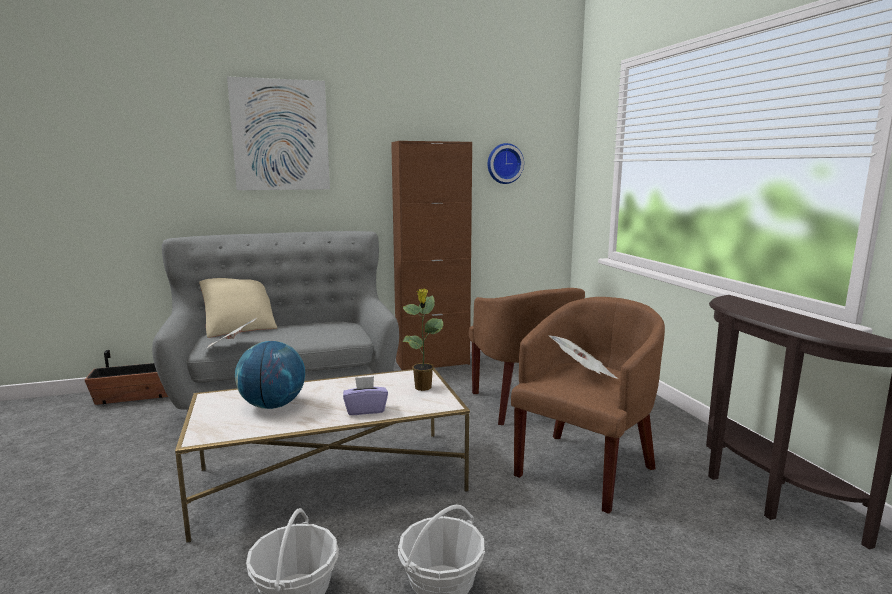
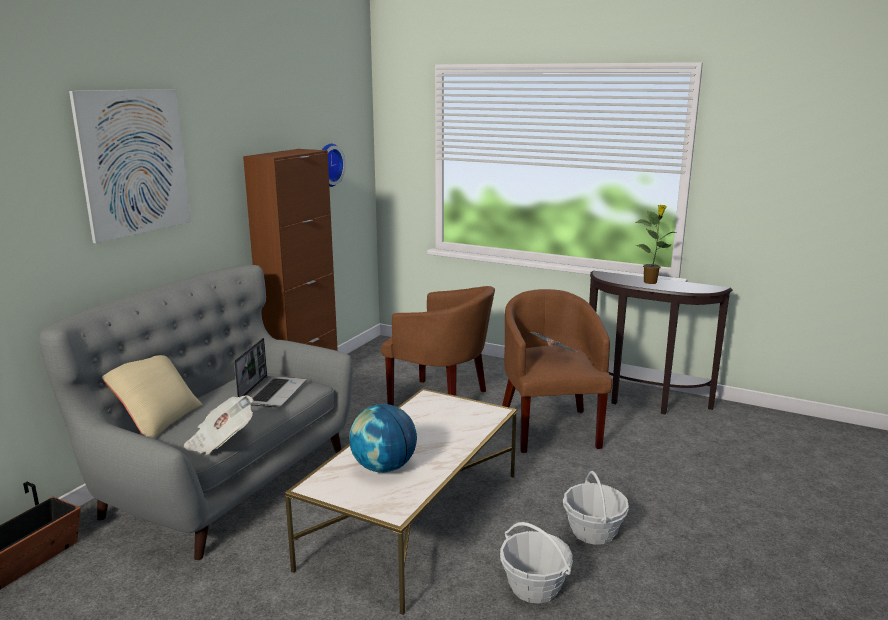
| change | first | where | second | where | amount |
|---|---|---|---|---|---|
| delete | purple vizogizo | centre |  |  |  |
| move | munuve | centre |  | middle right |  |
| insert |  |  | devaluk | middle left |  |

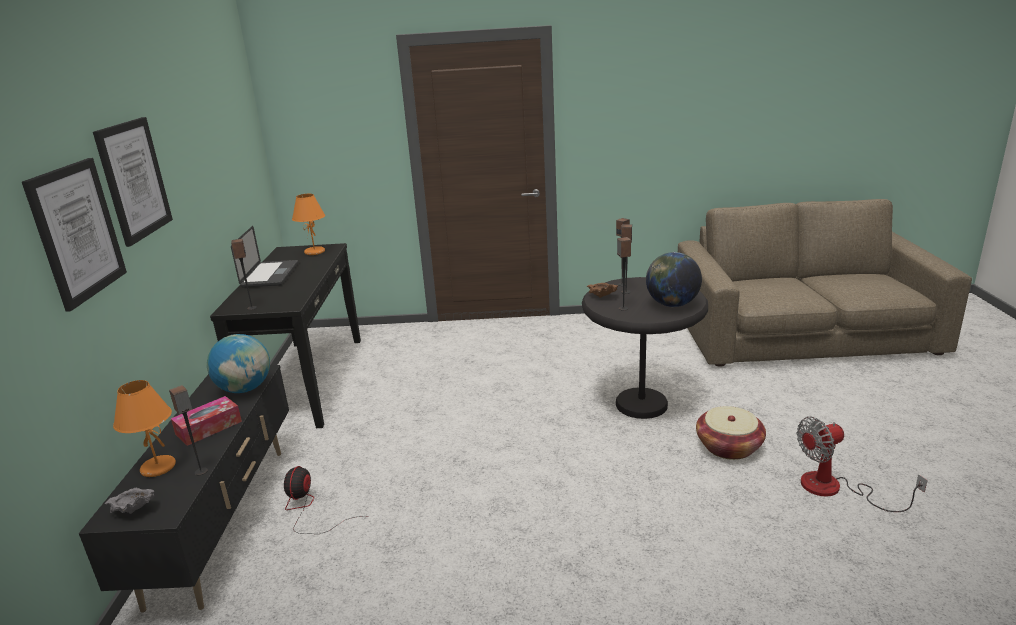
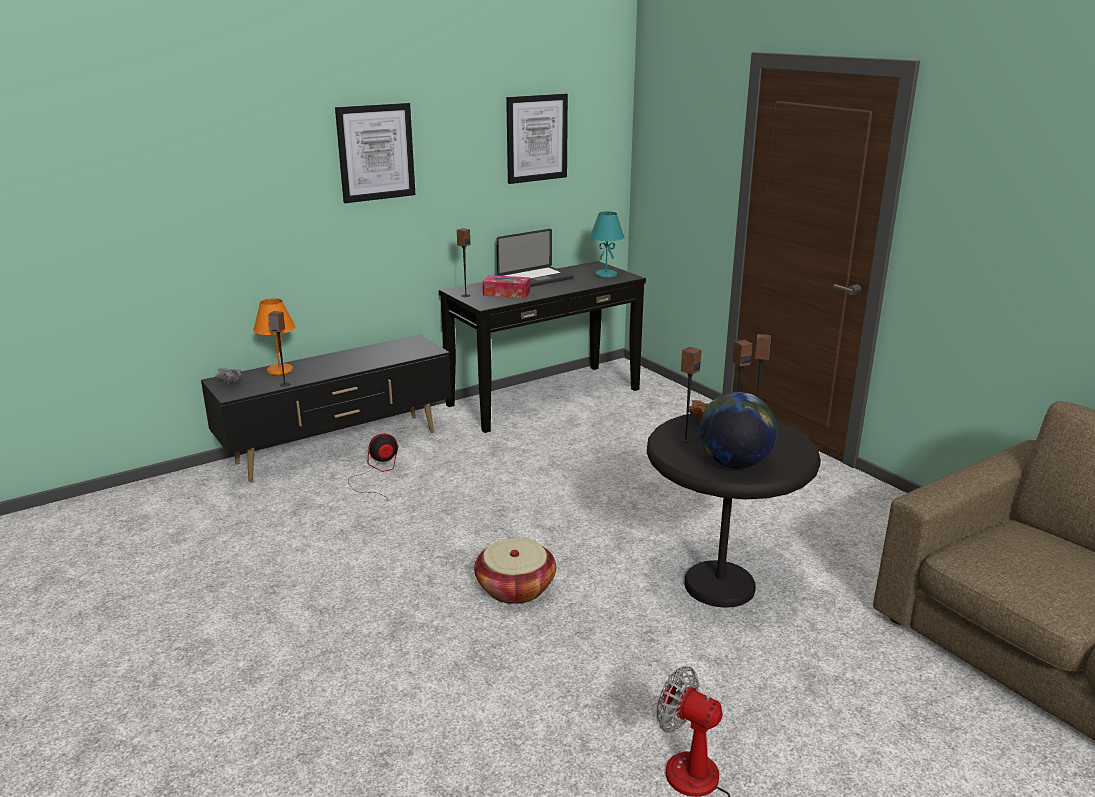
| change | first | where | second | where | amount |
|---|---|---|---|---|---|
| move | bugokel (1st from left in the first image) | middle left | bugokel (2nd from left) | top centre |  |
| move | vizogizo | bottom left |  | centre |  |
| delete | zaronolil (1st from left) | middle left |  |  |  |
| recolor | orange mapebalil (2nd from left) | middle left | turquoise mapebalil | top centre |  |
| move | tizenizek | bottom right |  | bottom centre |  |

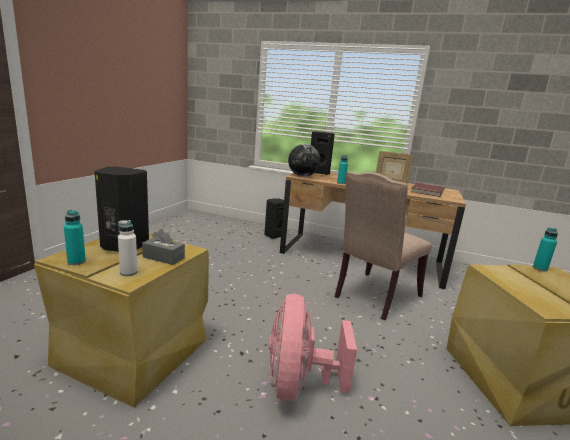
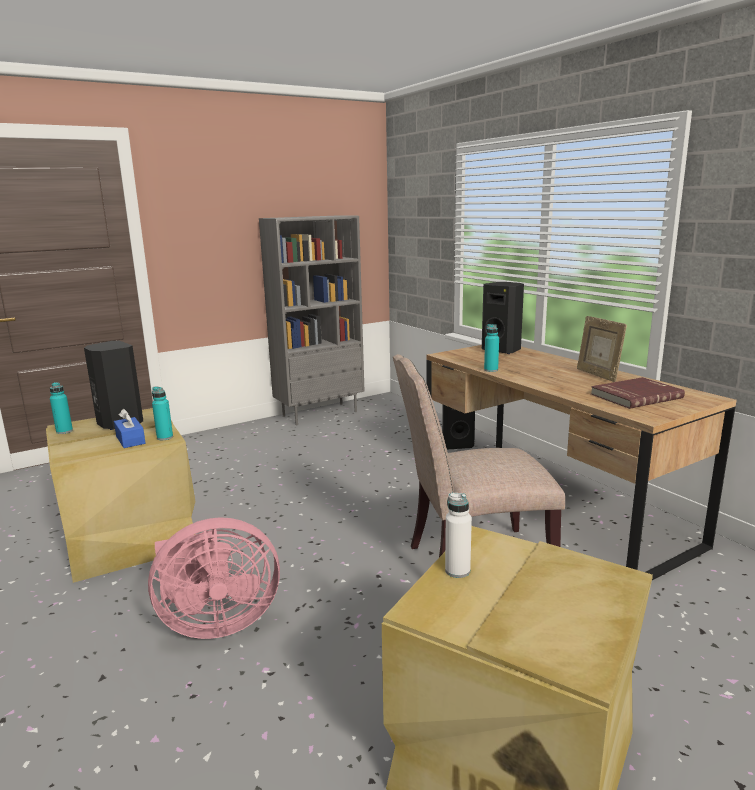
| change | first | where | second | where | amount |
|---|---|---|---|---|---|
| move | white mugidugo | middle left |  | bottom centre |  |
| recolor | grey vizogizo | middle left | blue vizogizo | middle left |  |
| rotate | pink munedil | bottom centre |  | bottom left | 150 degrees counterclockwise |
| delete | zaronolil | centre |  |  |  |
| move | turquoise mugidugo (3rd from left in the first image) | middle right | turquoise mugidugo (2nd from left) | middle left |  |
| insert |  |  | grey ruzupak | centre |  |

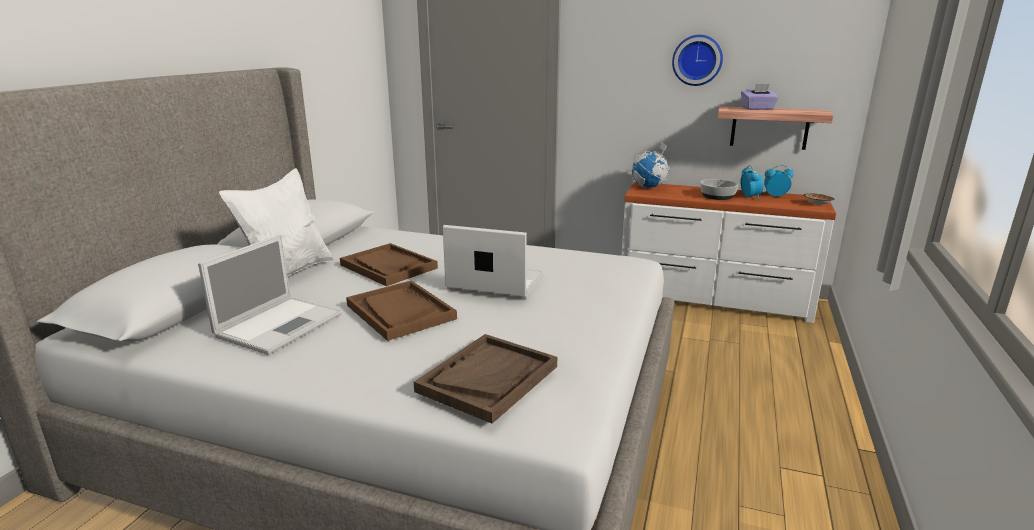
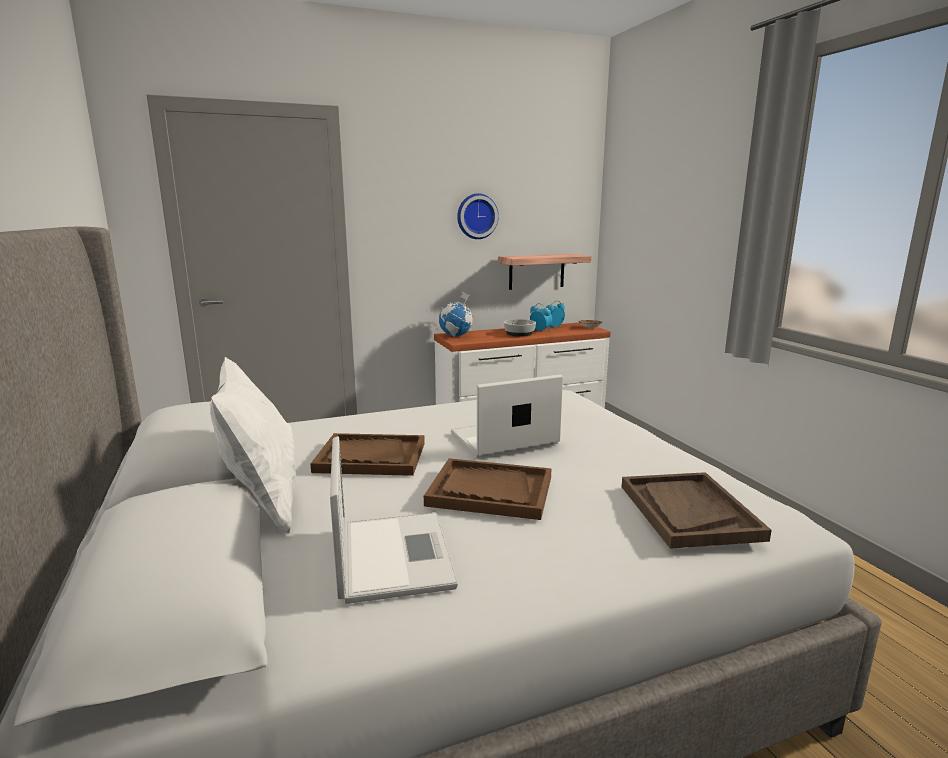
| change | first | where | second | where | amount |
|---|---|---|---|---|---|
| delete | purple vizogizo | top right |  |  |  |

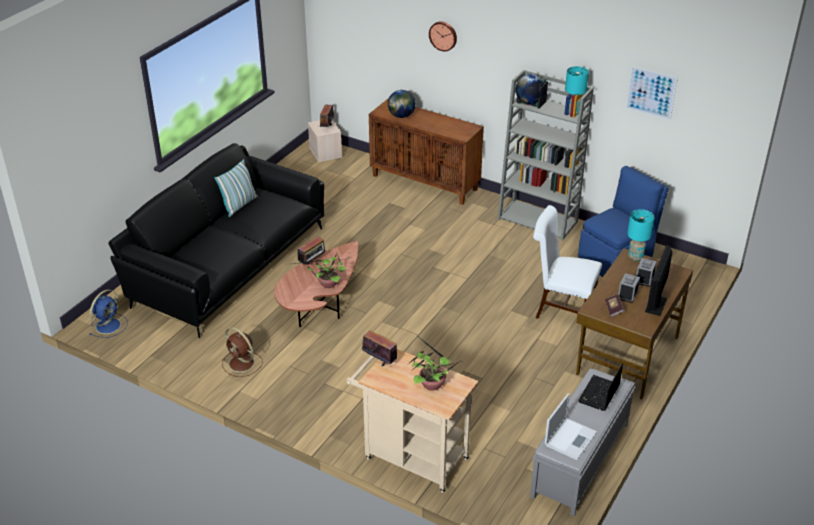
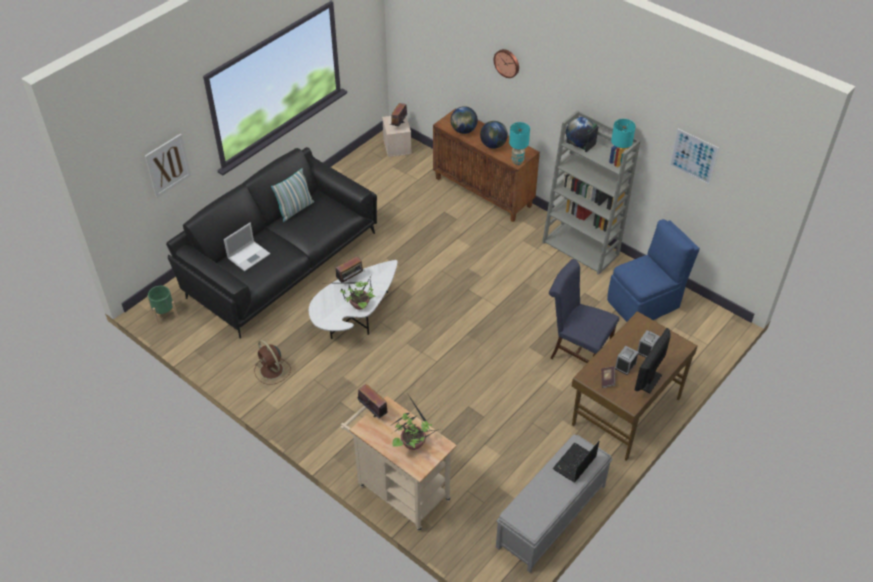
| change | first | where | second | where | amount |
|---|---|---|---|---|---|
| replace | blue munedil | middle left | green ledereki | middle left |  |
| recolor | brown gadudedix | centre | white gadudedix | centre |  |
| recolor | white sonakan | middle right | blue sonakan (1st from left) | middle right |  |
| move | devaluk (1st from left) | bottom right |  | middle left |  |
| move | turquoise mapebalil (2nd from left in the first image) | middle right | turquoise mapebalil (1st from left) | top centre |  |
| insert |  |  | bugokel (1st from left) | top left |  |
| insert |  |  | zaronolil (2nd from left) | top centre |  |

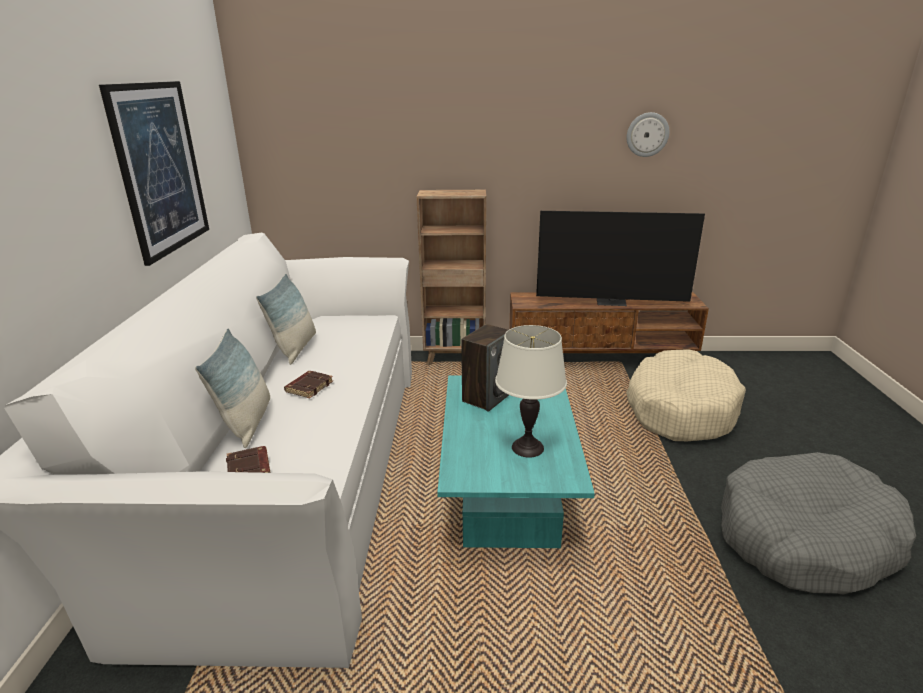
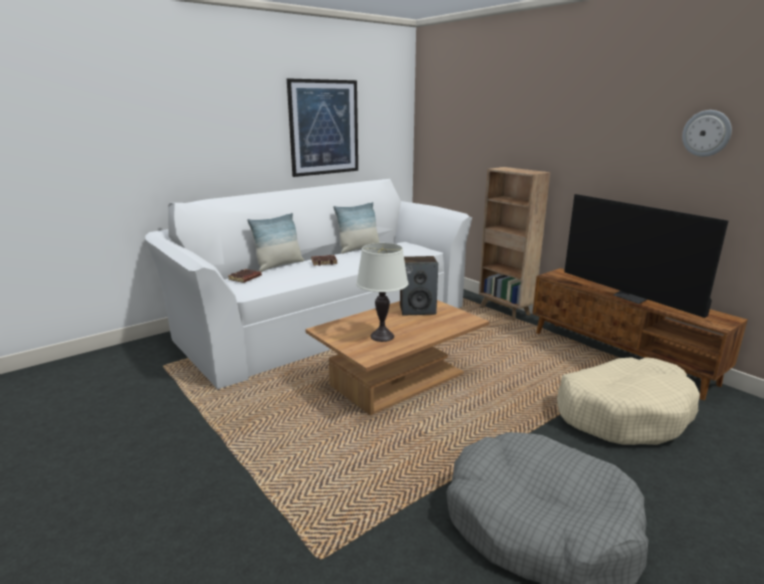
| change | first | where | second | where | amount |
|---|---|---|---|---|---|
| recolor | turquoise gadudedix | centre | brown gadudedix | centre |  |

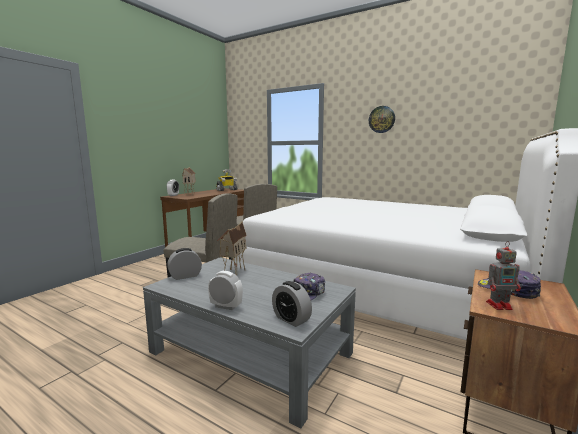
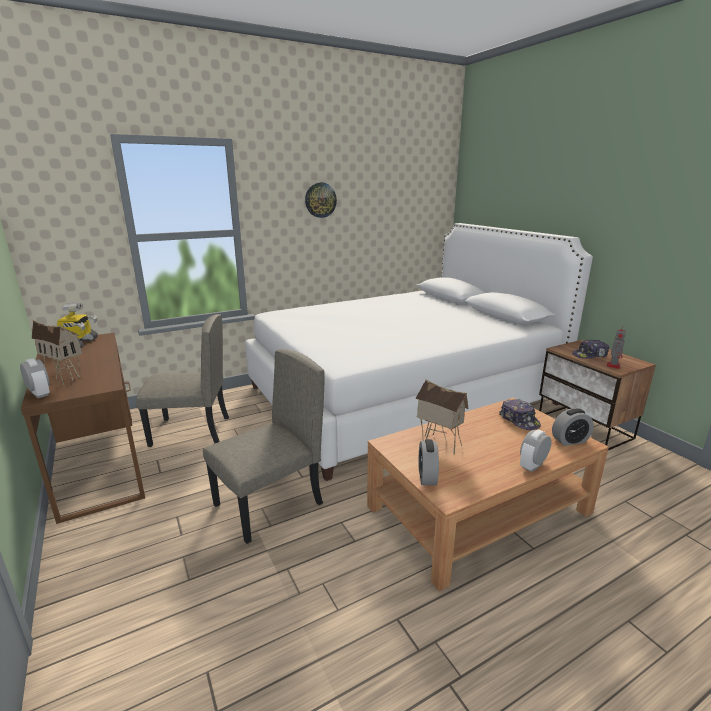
| change | first | where | second | where | amount |
|---|---|---|---|---|---|
| recolor | grey gadudedix | bottom centre | brown gadudedix | bottom right |  |

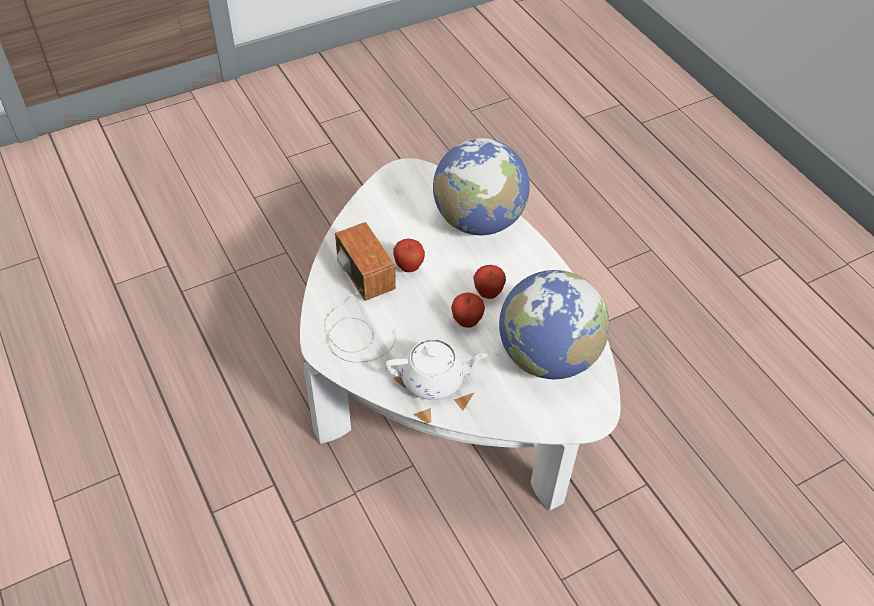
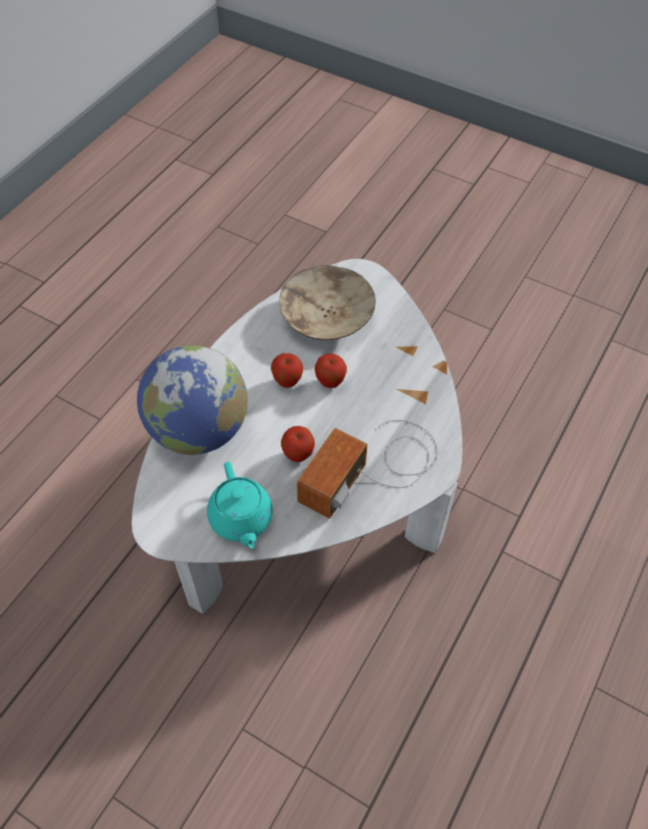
| change | first | where | second | where | amount |
|---|---|---|---|---|---|
| delete | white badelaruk | centre |  |  |  |
| replace | zaronolil (2nd from left) | centre | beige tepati | centre |  |
| insert |  |  | turquoise badelaruk | centre |  |

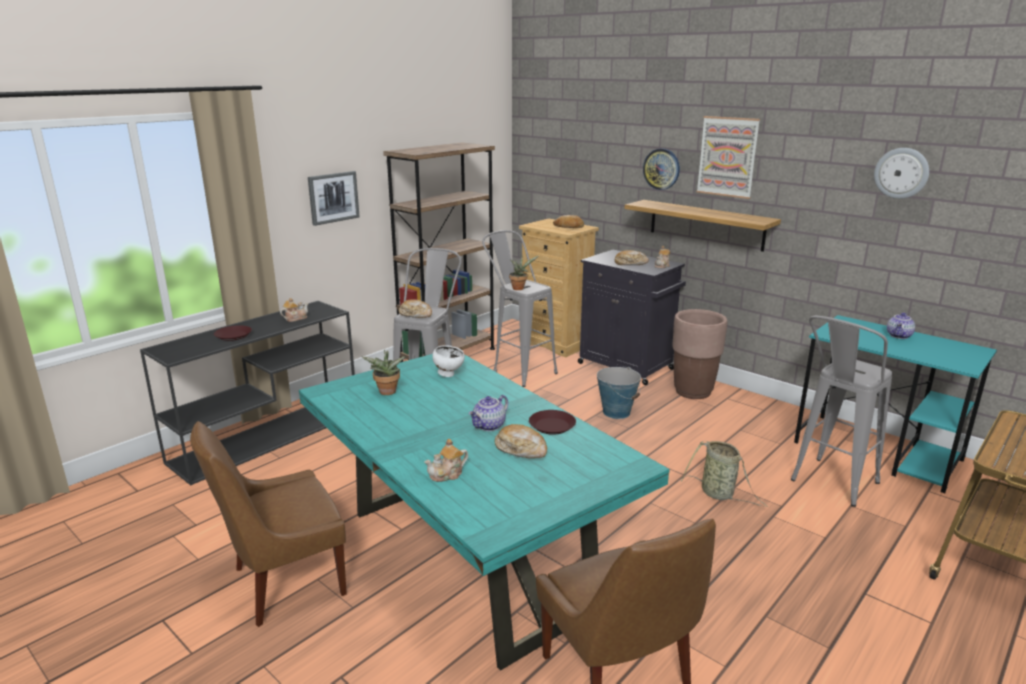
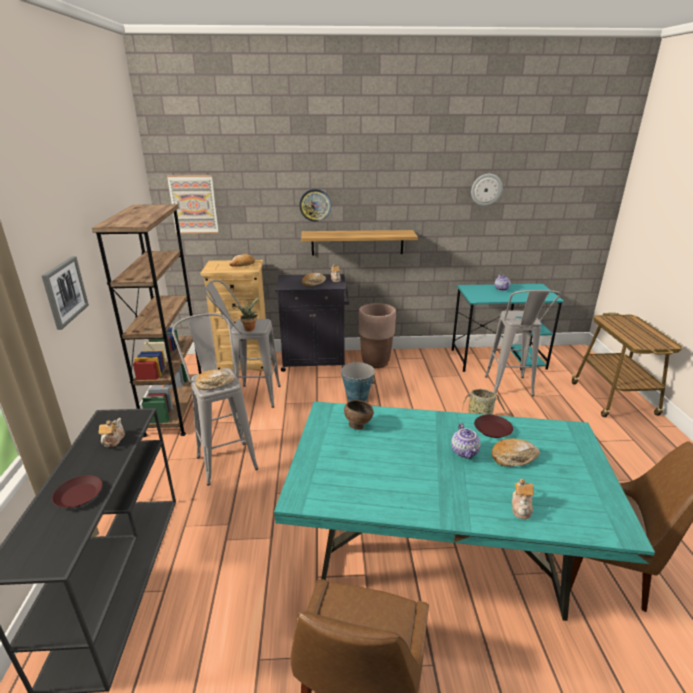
| change | first | where | second | where | amount |
|---|---|---|---|---|---|
| delete | munuve (1st from left) | centre |  |  |  |
| recolor | white tepati | centre | brown tepati | centre |  |
| move | bugokel (2nd from left) | top right |  | top left |  |

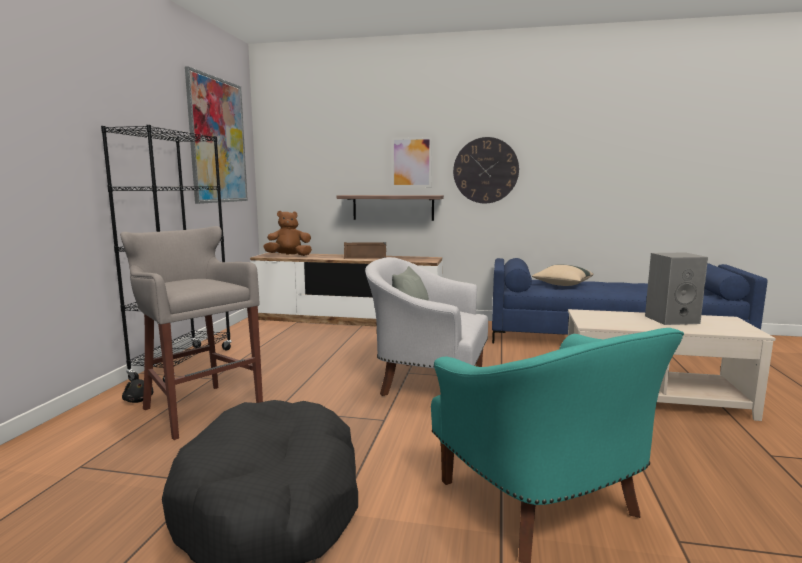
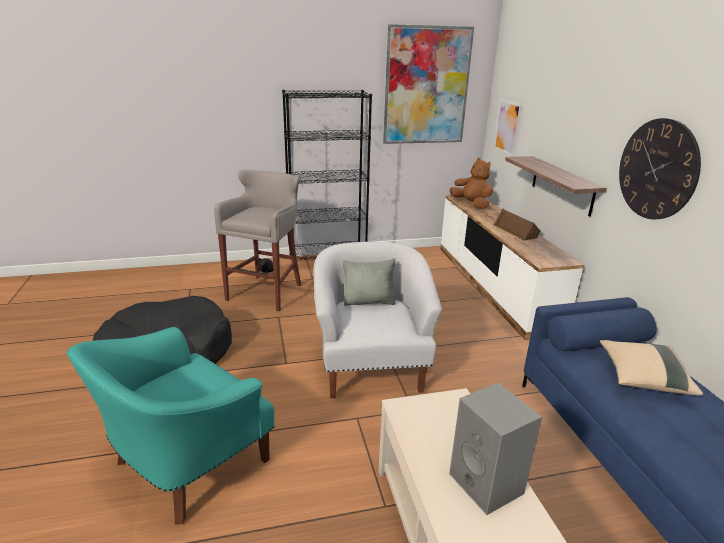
| change | first | where | second | where | amount |
|---|---|---|---|---|---|
| move | bugokel (2nd from left) | top centre |  | top right |  |

